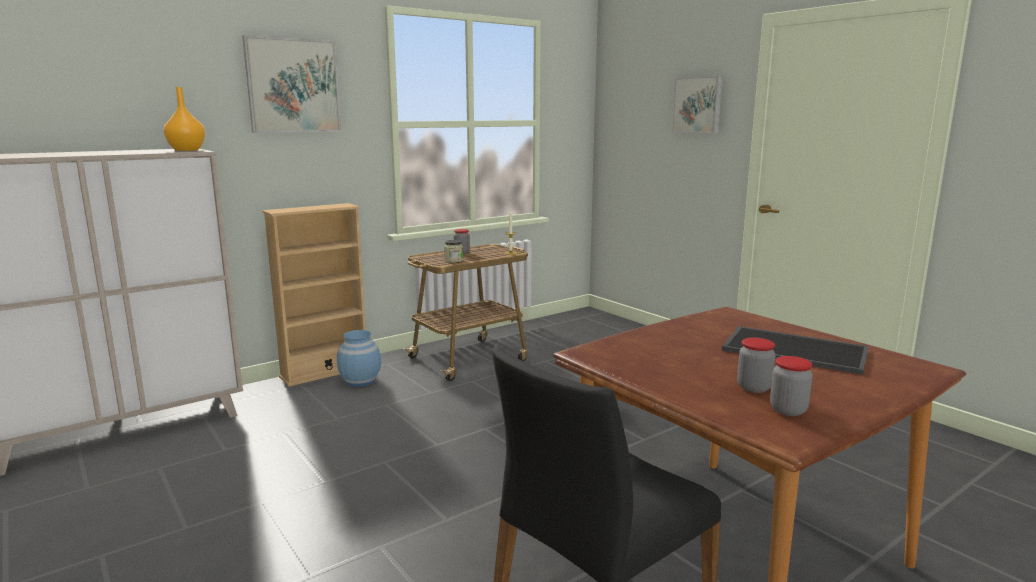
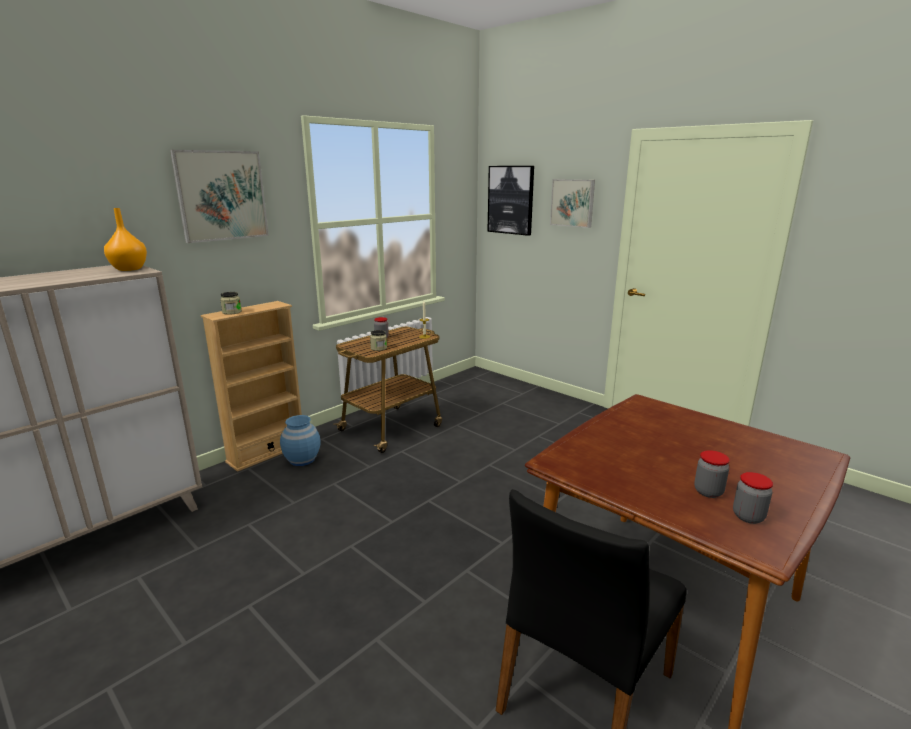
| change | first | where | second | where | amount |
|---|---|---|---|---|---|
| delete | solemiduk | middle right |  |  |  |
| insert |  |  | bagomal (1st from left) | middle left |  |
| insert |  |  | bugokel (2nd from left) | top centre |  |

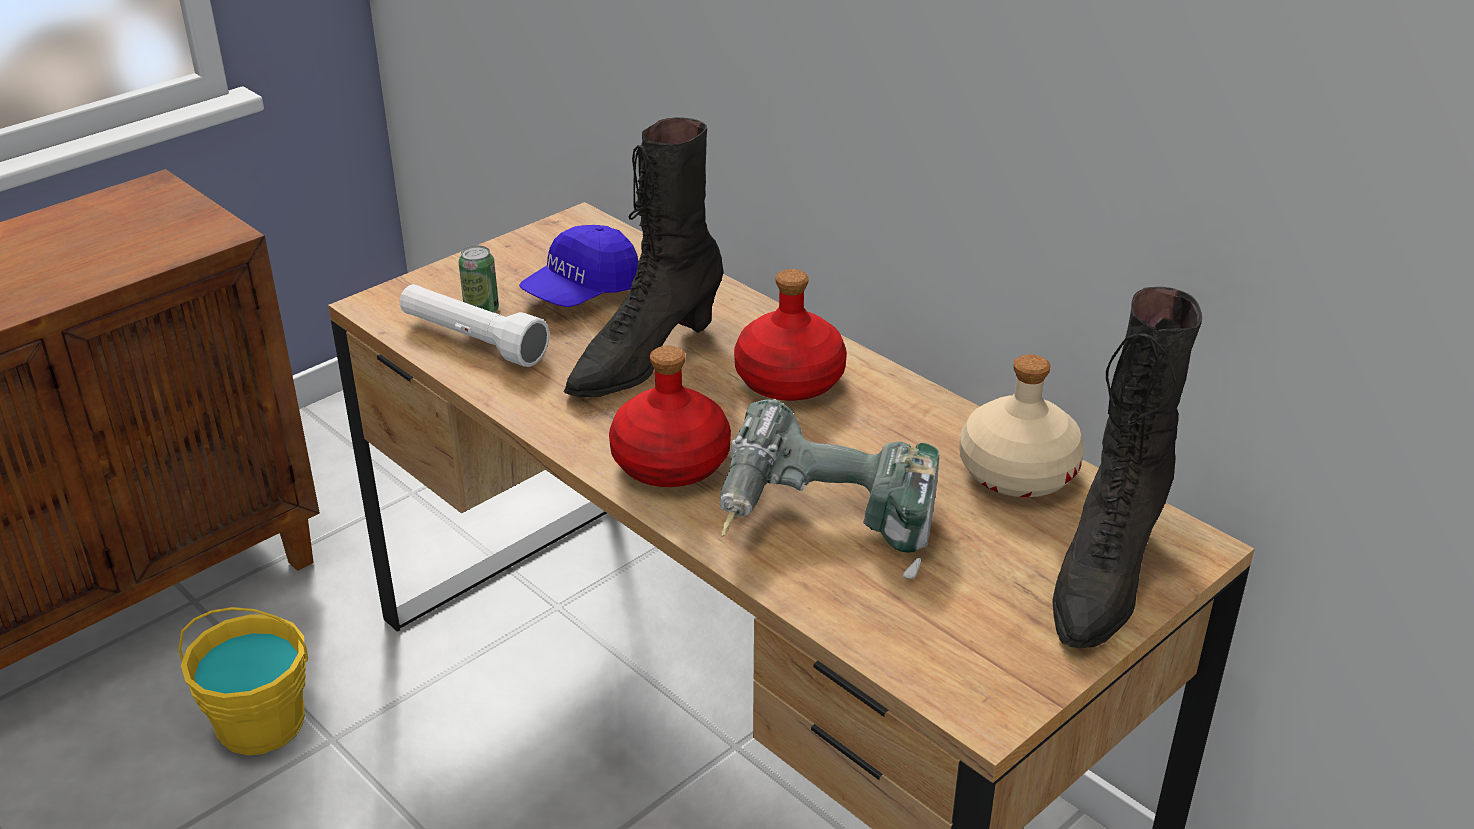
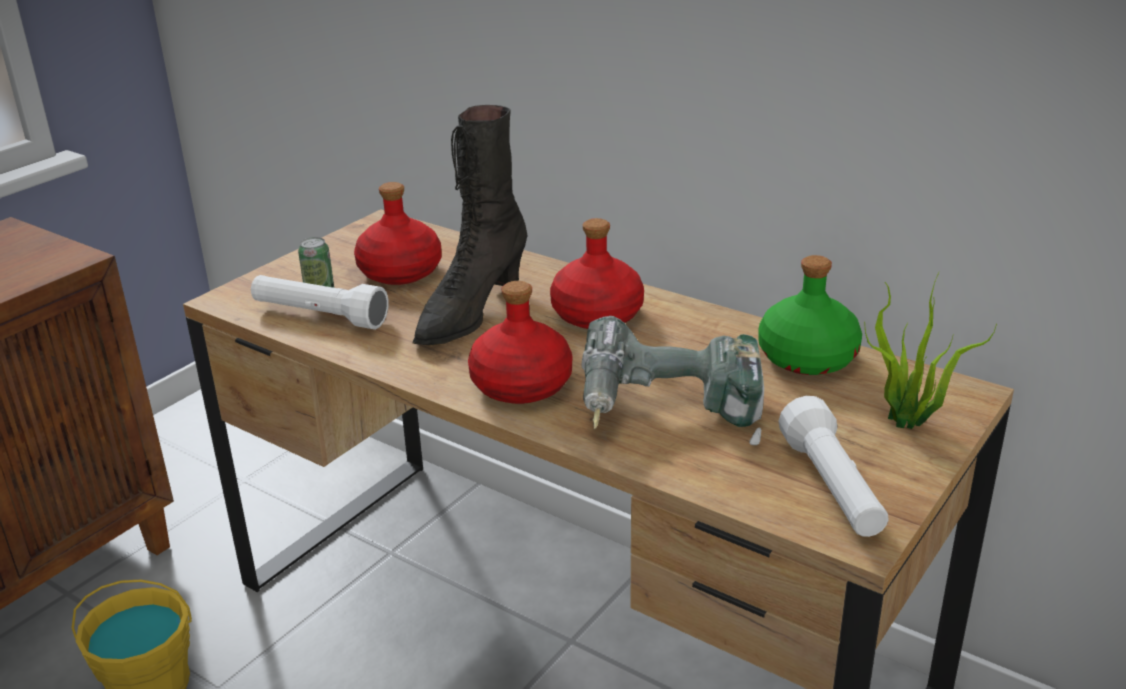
| change | first | where | second | where | amount |
|---|---|---|---|---|---|
| replace | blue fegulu | top centre | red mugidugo (1st from left) | centre |  |
| recolor | beige mugidugo | middle right | green mugidugo | middle right |  |
| replace | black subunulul (2nd from left) | middle right | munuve | middle right |  |
| insert |  |  | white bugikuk (2nd from left) | bottom right |  |

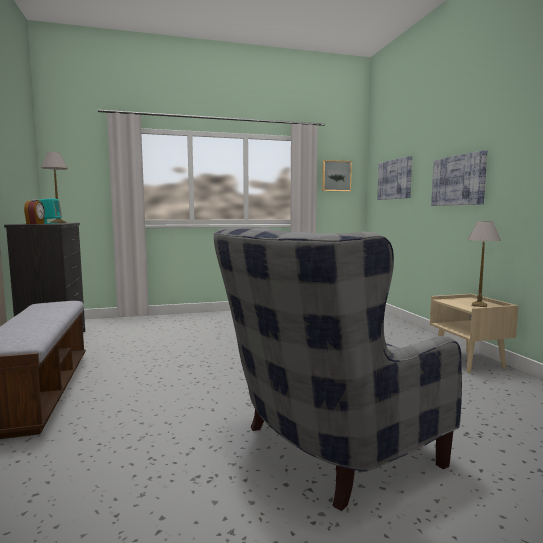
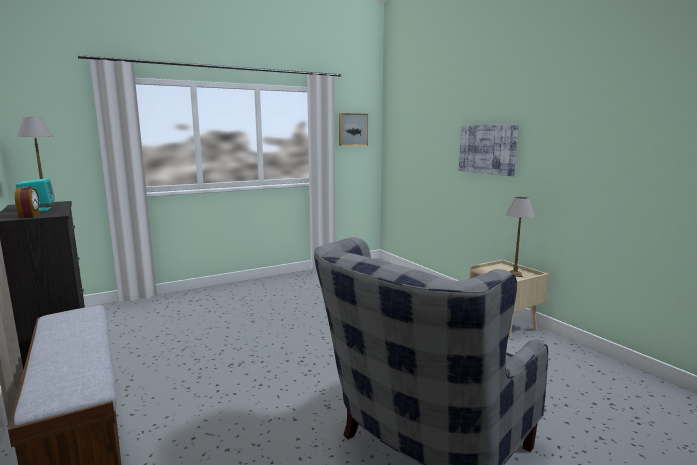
| change | first | where | second | where | amount |
|---|---|---|---|---|---|
| delete | bugokel (2nd from left) | top right |  |  |  |

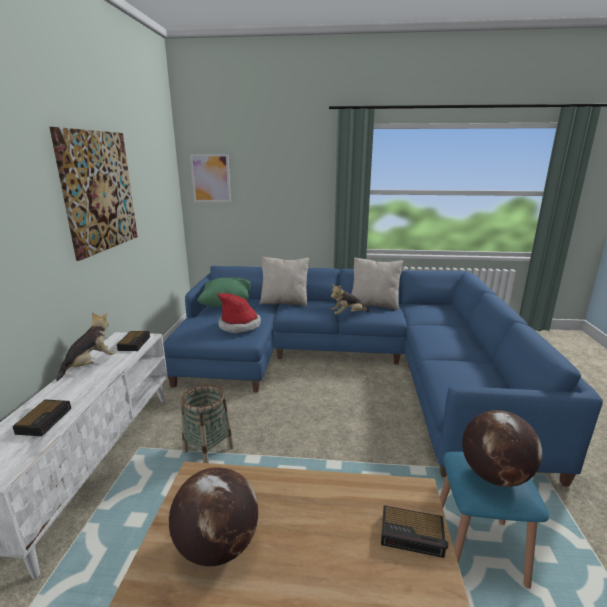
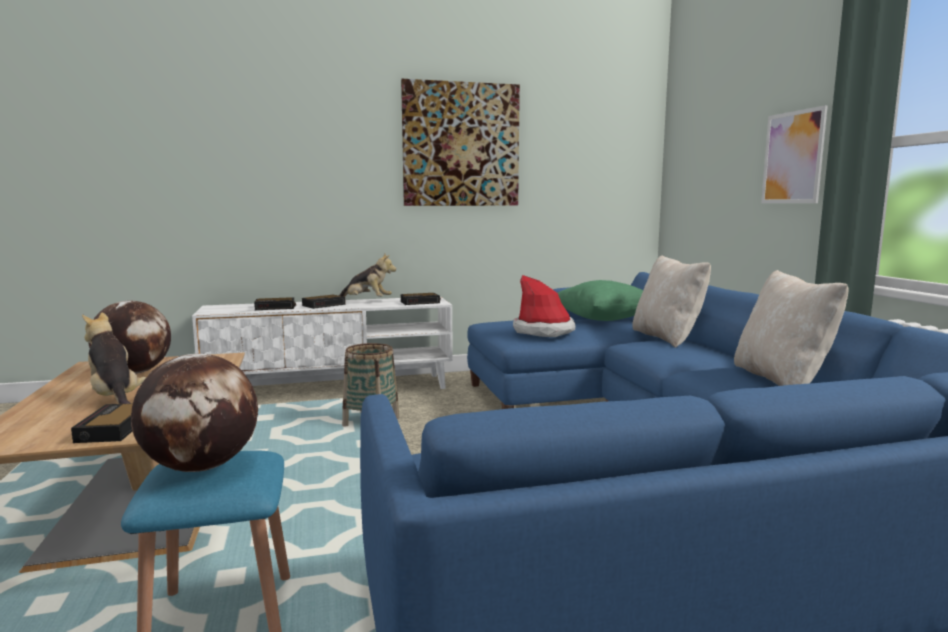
| change | first | where | second | where | amount |
|---|---|---|---|---|---|
| move | bugokel (2nd from left) | top centre |  | top right |  |
| move | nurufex (2nd from left in the first image) | centre | nurufex (1st from left) | middle left |  |
| insert |  |  | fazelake (3rd from left) | centre |  |

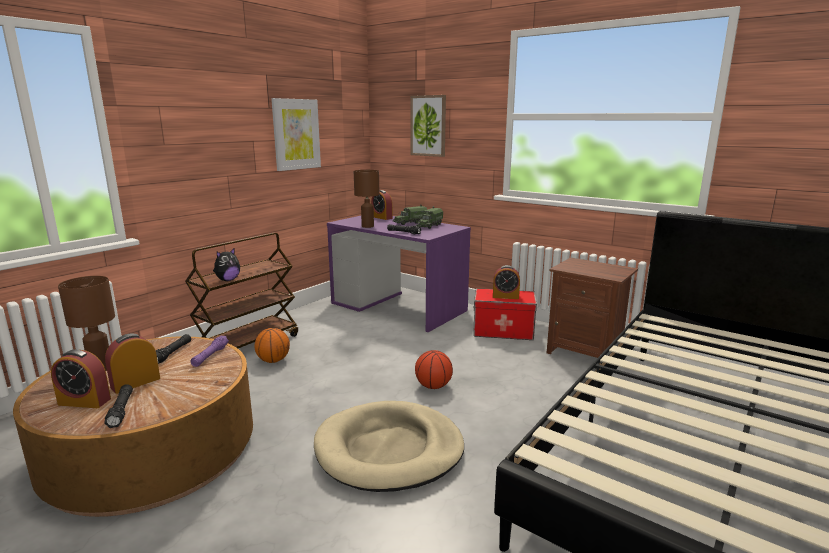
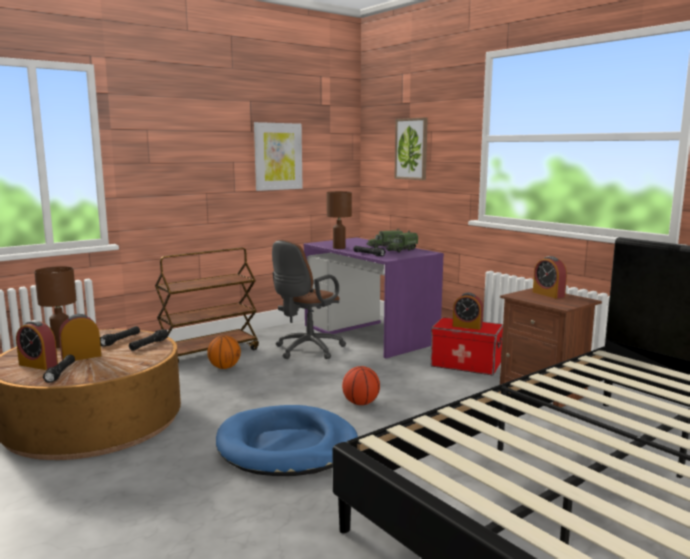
| change | first | where | second | where | amount |
|---|---|---|---|---|---|
| recolor | purple bugikuk | middle left | black bugikuk (3rd from left) | middle left |  |
| delete | nurufex | middle left |  |  |  |
| recolor | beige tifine | bottom centre | blue tifine | bottom centre |  |
| move | fazelake (3rd from left in the first image) | centre | fazelake (4th from left) | middle right |  |
| insert |  |  | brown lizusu | centre |  |

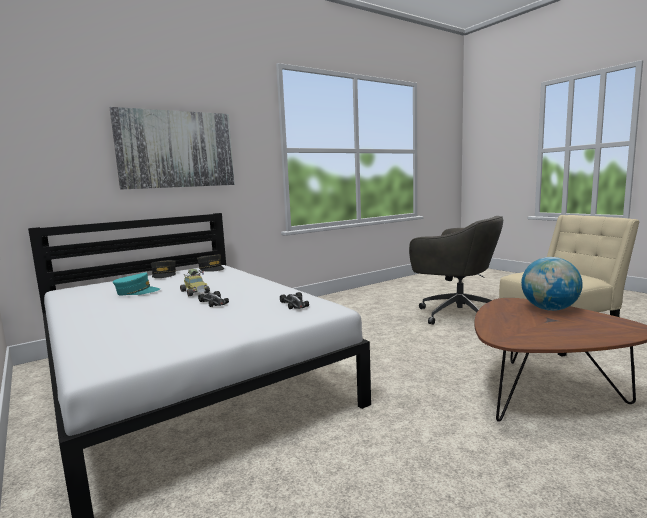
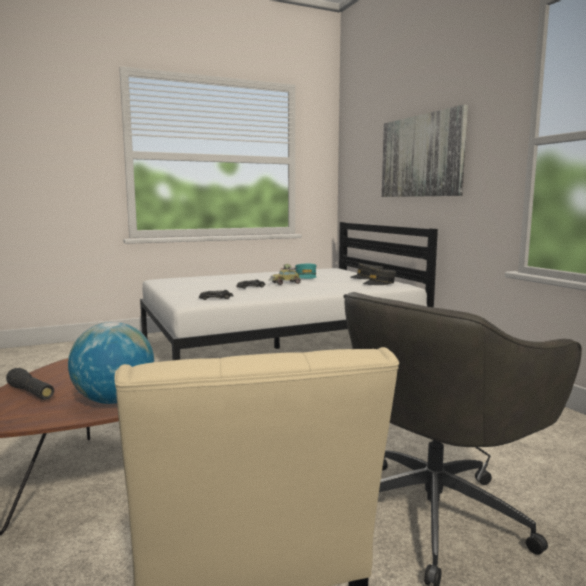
| change | first | where | second | where | amount |
|---|---|---|---|---|---|
| insert |  |  | black bugikuk | middle left |  |

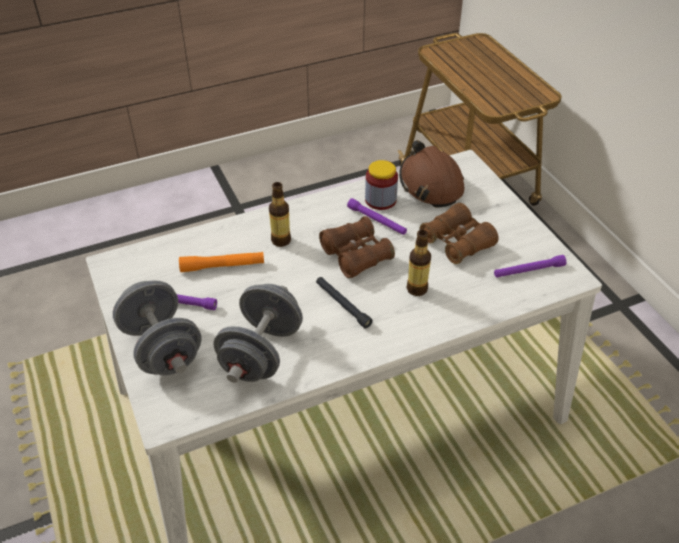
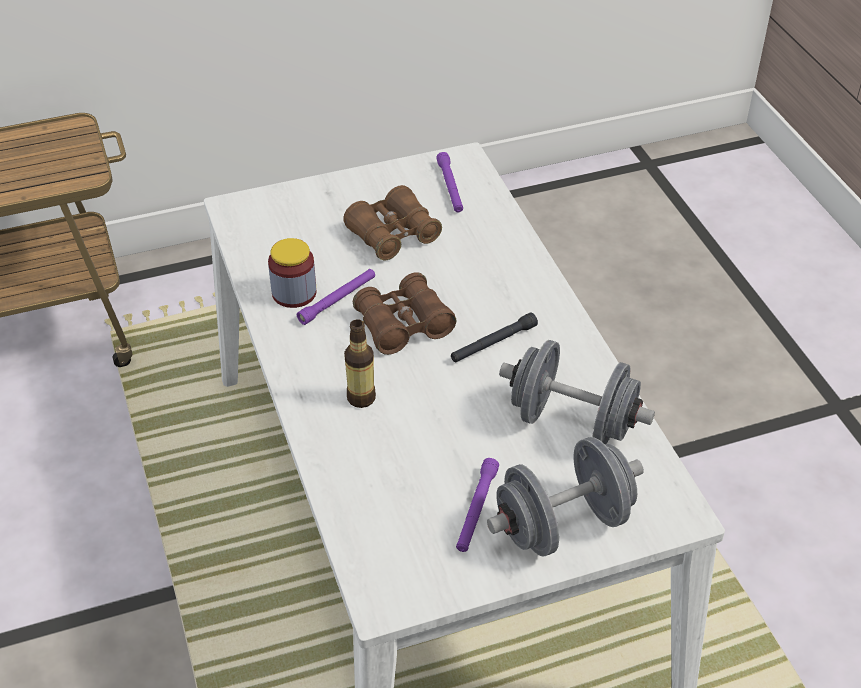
| change | first | where | second | where | amount |
|---|---|---|---|---|---|
| delete | orange bugikuk | middle left |  |  |  |
| delete | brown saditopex | top centre |  |  |  |
| delete | mugidugo (2nd from left) | centre |  |  |  |

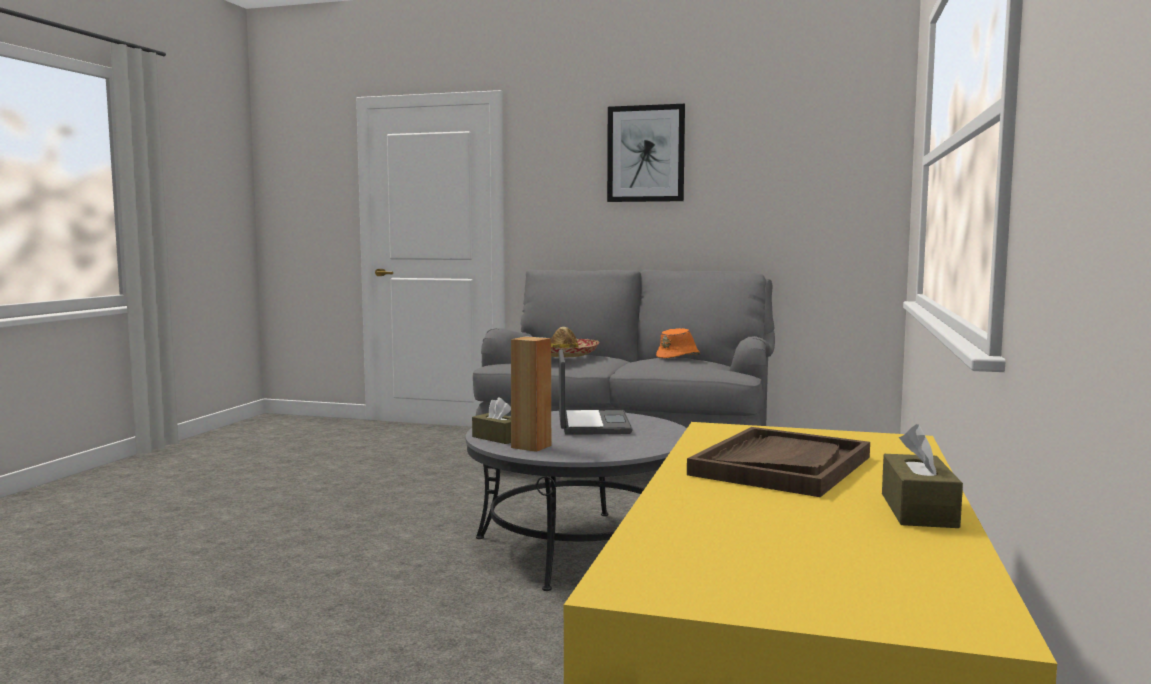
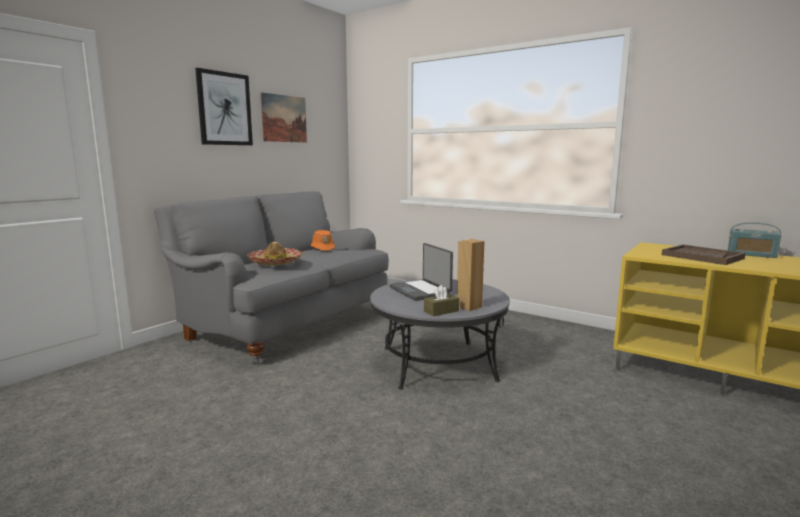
| change | first | where | second | where | amount |
|---|---|---|---|---|---|
| rotate | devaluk | centre |  | centre | 135 degrees counterclockwise |
| replace | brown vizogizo (2nd from left) | bottom right | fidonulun | middle right |  |
| insert |  |  | bugokel (2nd from left) | top centre |  |

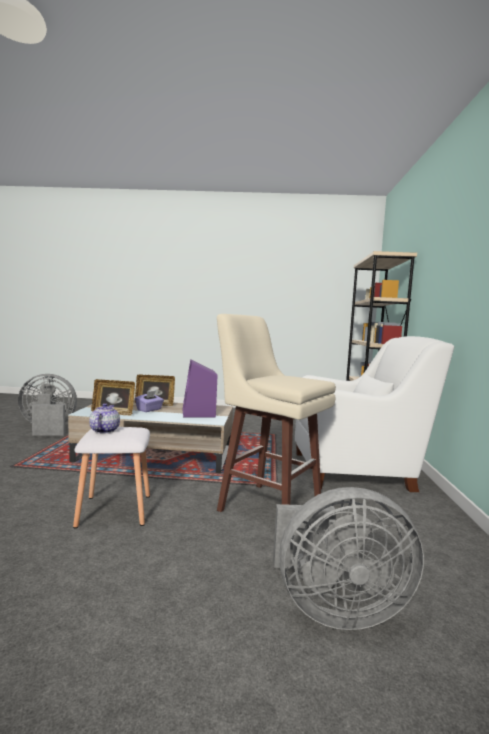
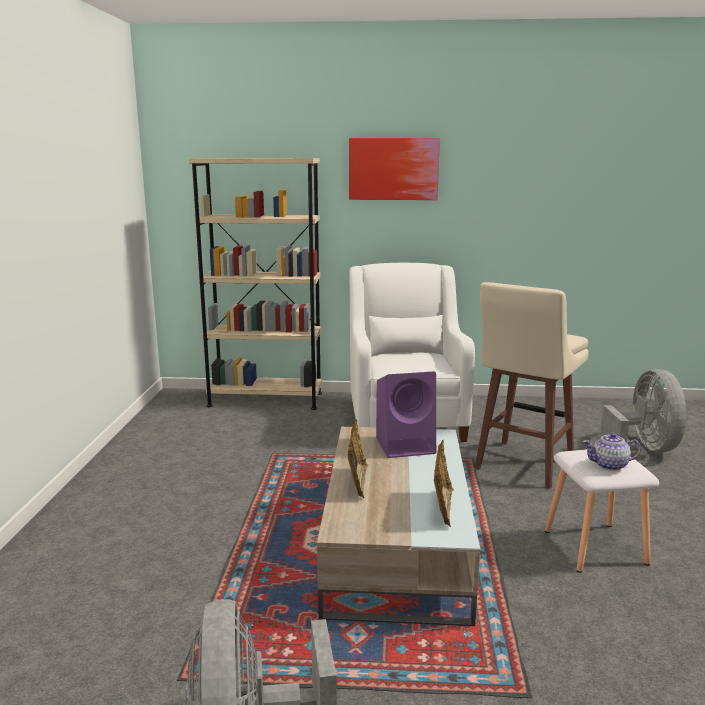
| change | first | where | second | where | amount |
|---|---|---|---|---|---|
| delete | purple vizogizo | middle left |  |  |  |
| insert |  |  | bugokel | top centre |  |

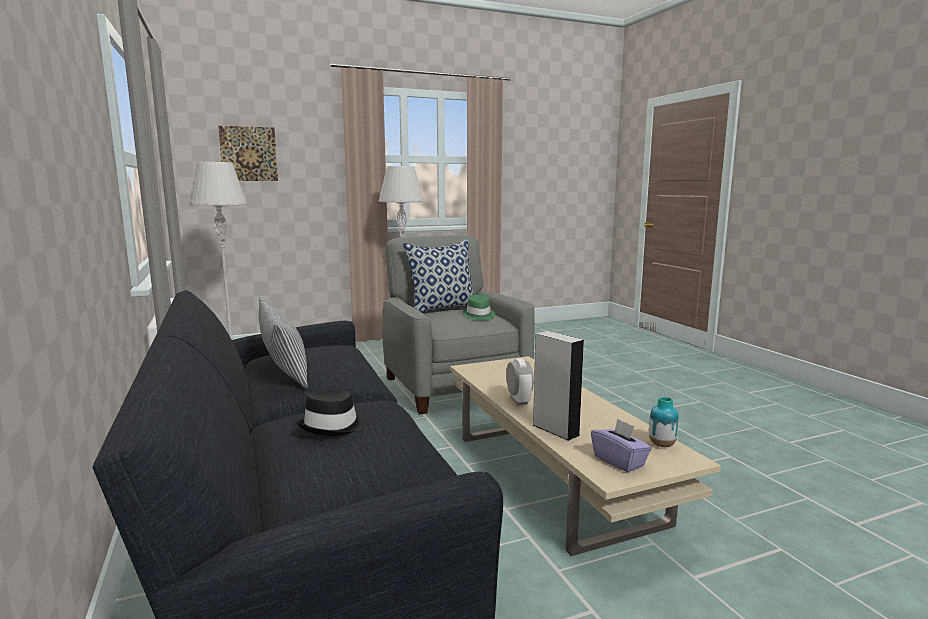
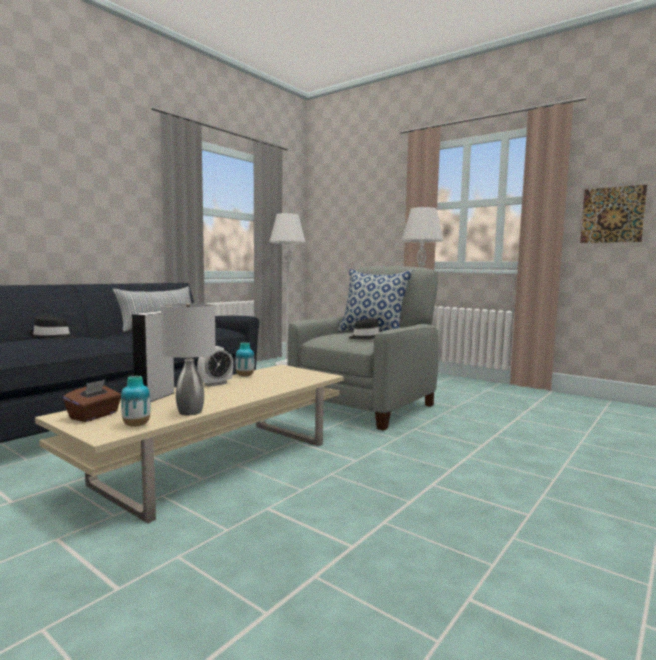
| change | first | where | second | where | amount |
|---|---|---|---|---|---|
| move | bugokel | top left |  | top right |  |
| recolor | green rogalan | centre | black rogalan (2nd from left) | centre |  |
| recolor | purple vizogizo | bottom right | brown vizogizo | middle left |  |
| insert |  |  | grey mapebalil | middle left |  |
| insert |  |  | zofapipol (2nd from left) | centre |  |

